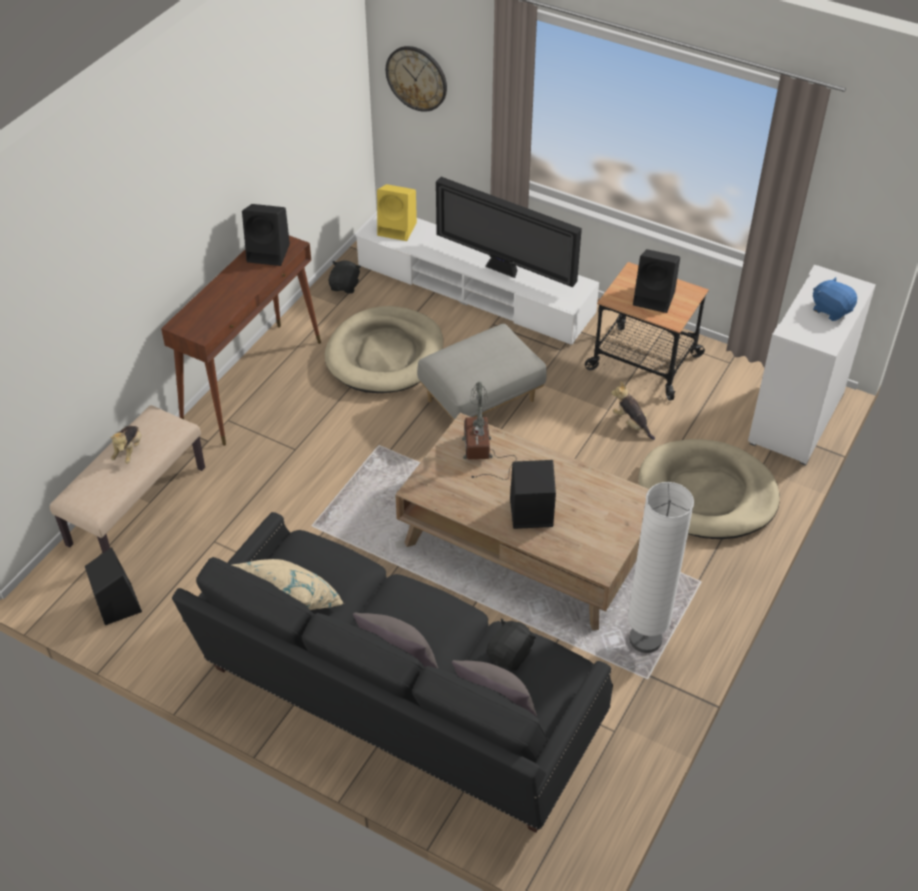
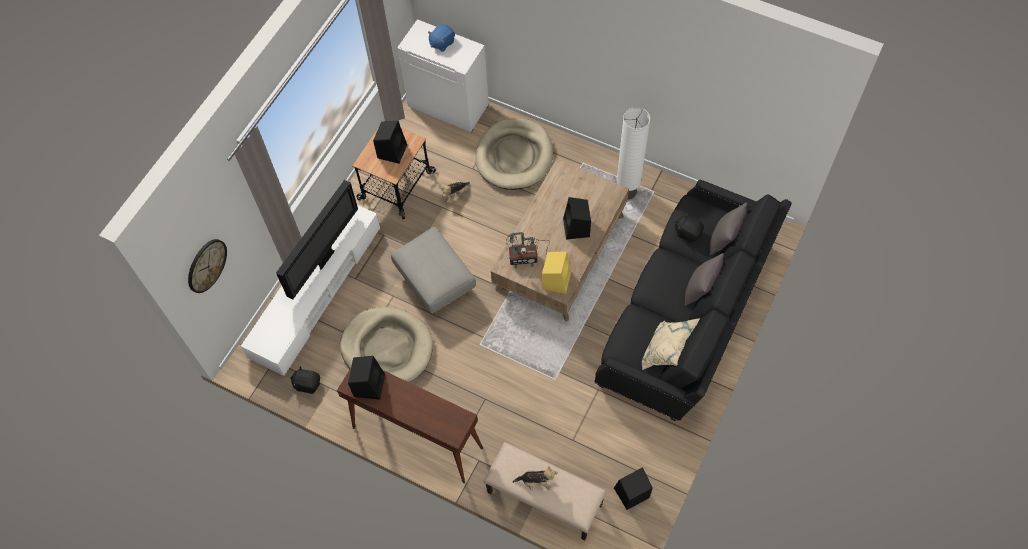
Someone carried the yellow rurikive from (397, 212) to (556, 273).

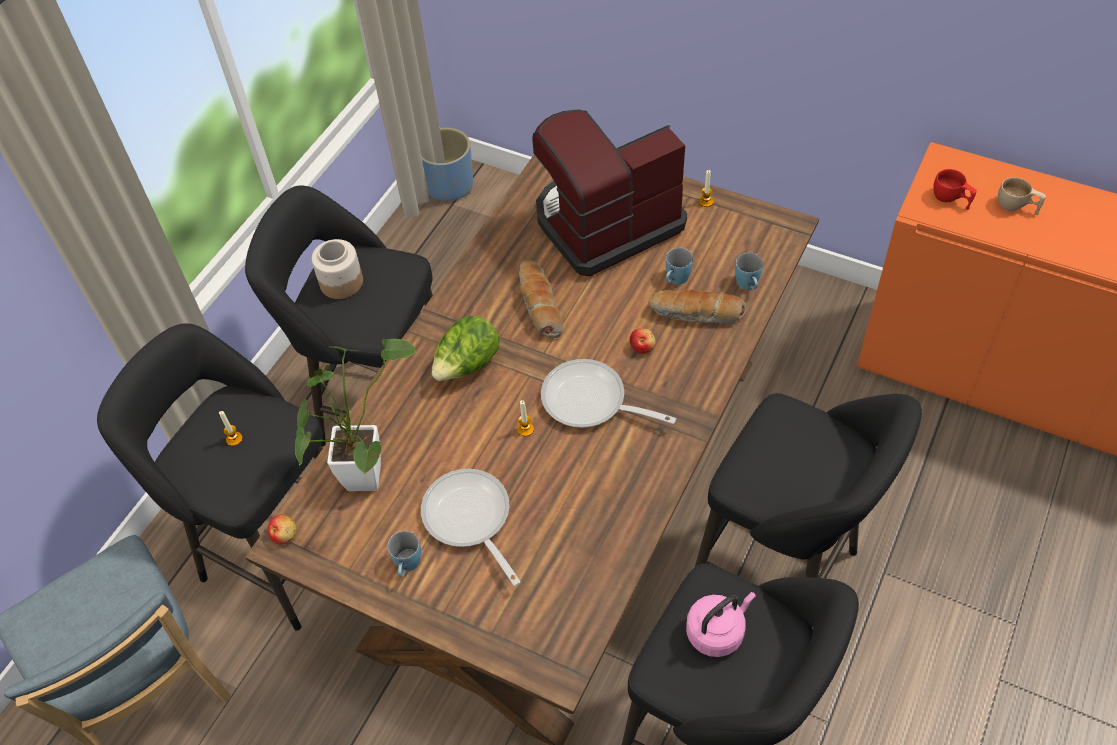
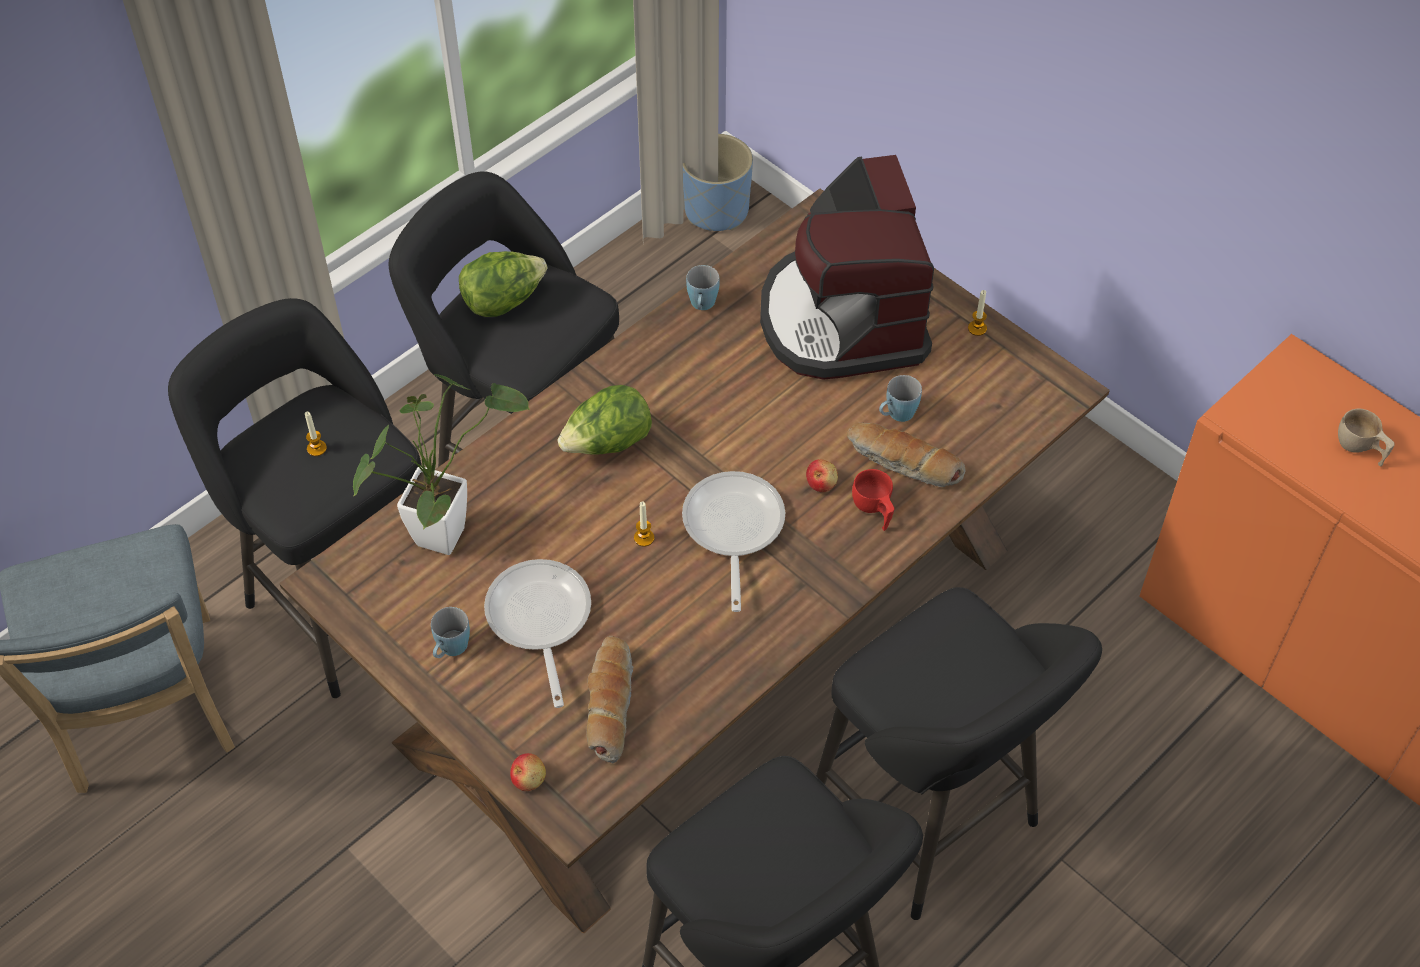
Someone swapped the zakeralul at (337, 269) for the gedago at (503, 284).
Someone carried the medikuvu from (282, 530) to (528, 772).
Someone carried the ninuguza from (541, 299) to (610, 699).
Someone rotated the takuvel at (608, 393) by 45 degrees clockwise.
Someone carried the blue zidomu from (749, 271) to (703, 287).
Someone rotated the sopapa at (609, 192) by 90 degrees counterclockwise.
Someone carried the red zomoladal from (955, 189) to (873, 500).
Someone took away the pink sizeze at (721, 624).

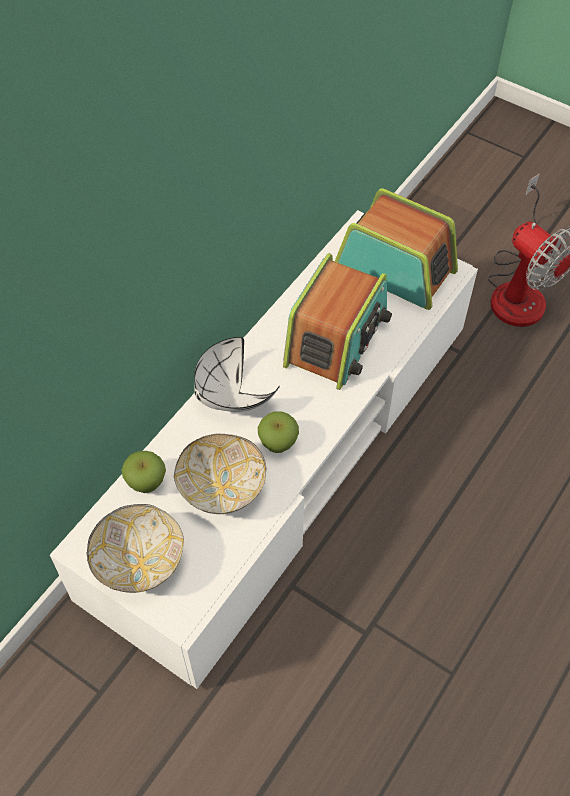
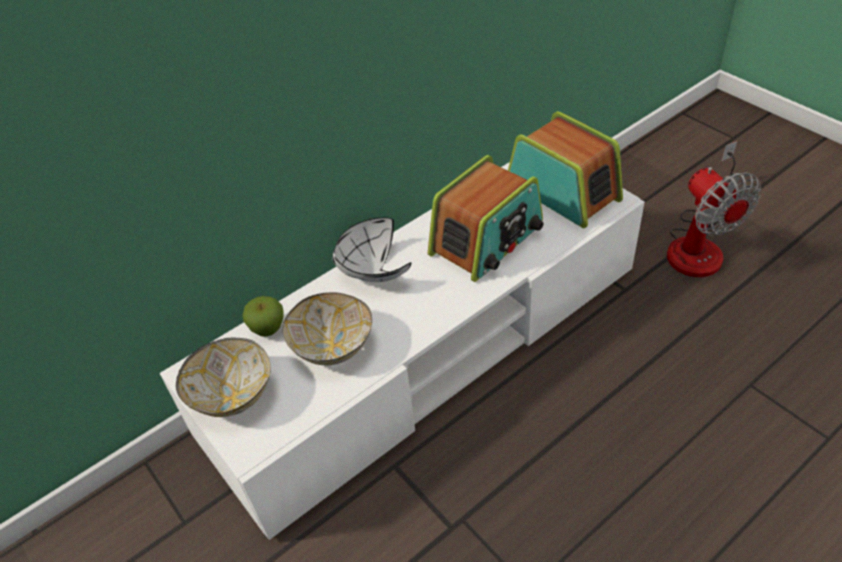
Someone took away the medikuvu at (278, 432).

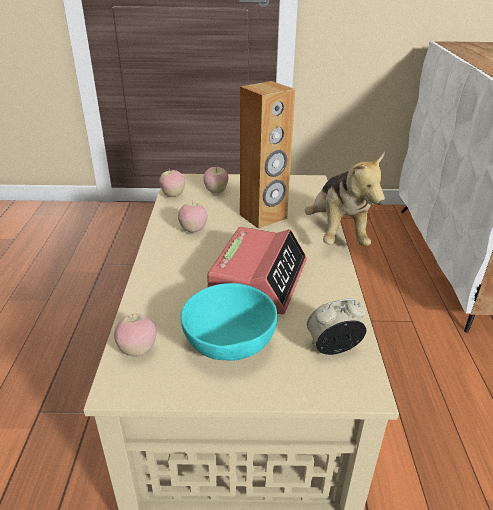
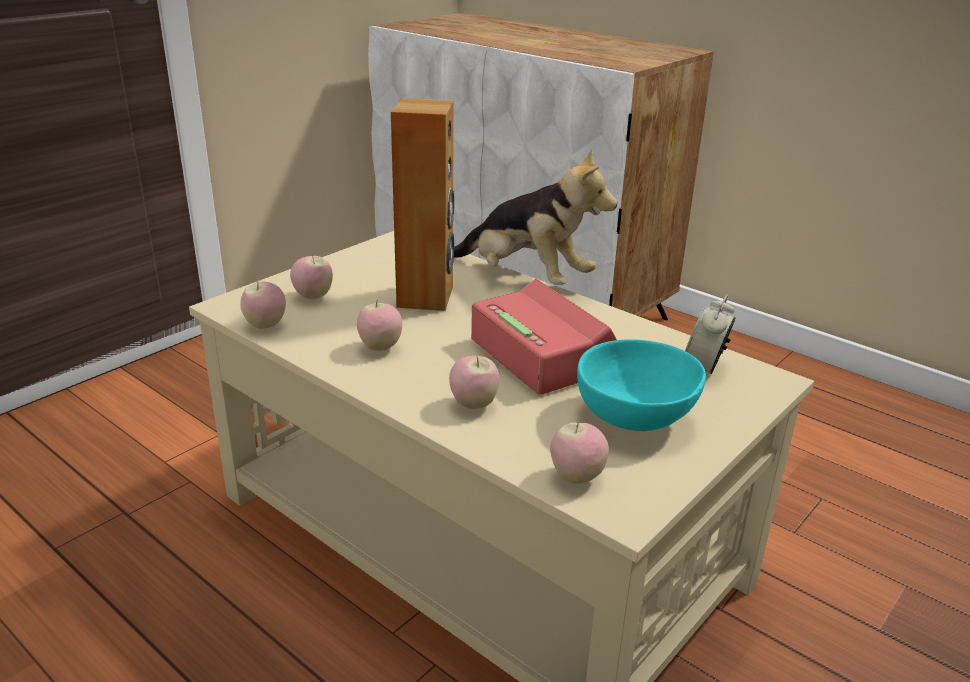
Someone put down the medikuvu at (474, 382).

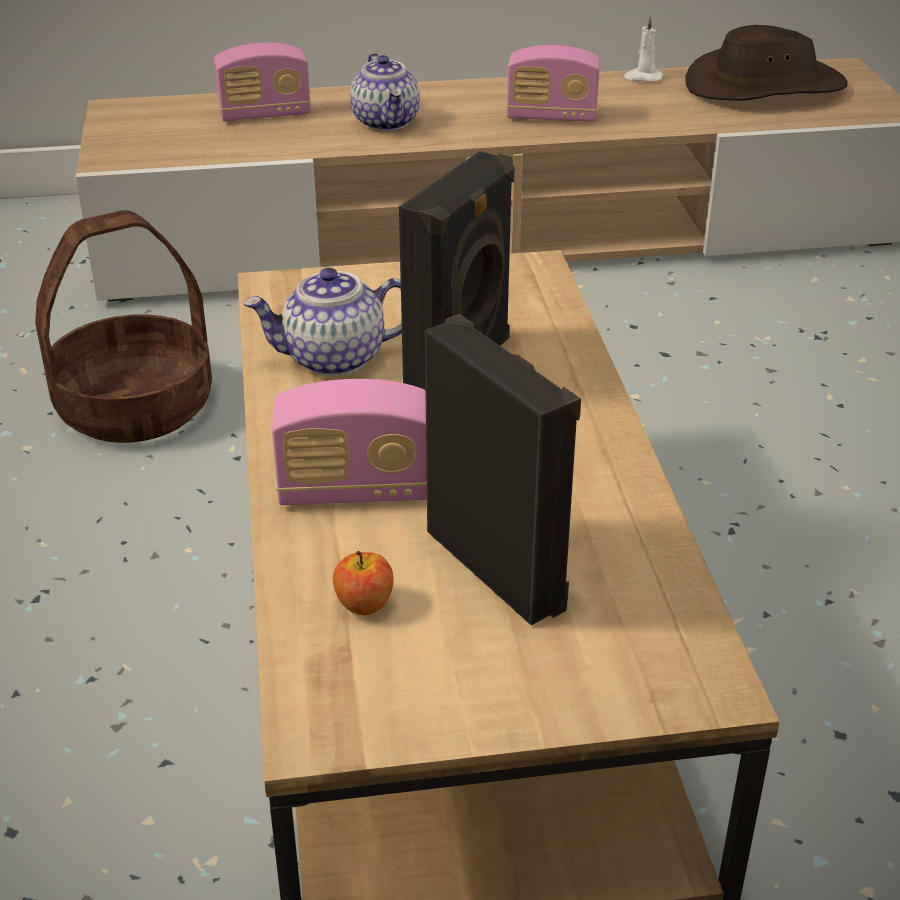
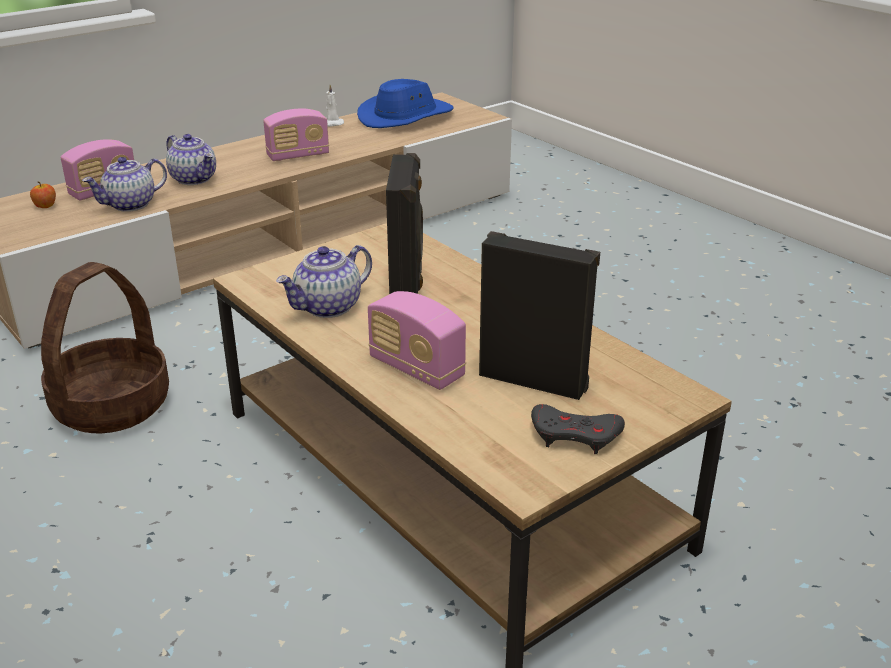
Someone carried the medikuvu from (363, 583) to (43, 194).
Someone put down the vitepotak at (124, 184).
Someone repainted the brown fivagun at (767, 63), which became the blue fivagun at (405, 103).
Someone rotated the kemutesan at (349, 442) by 75 degrees clockwise.
Someone put down the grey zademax at (578, 429).

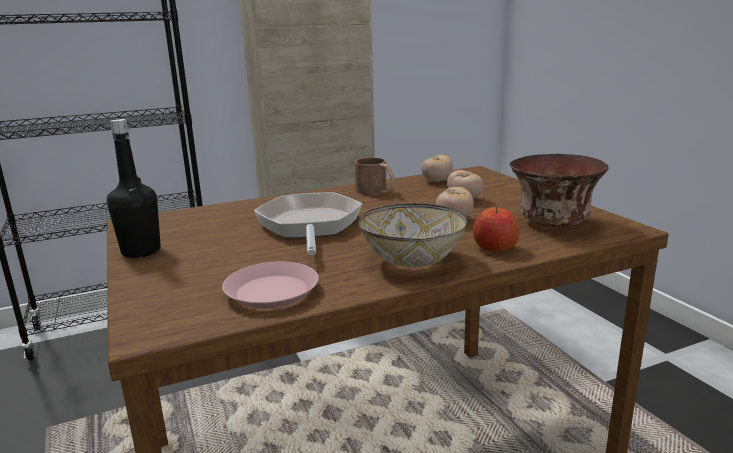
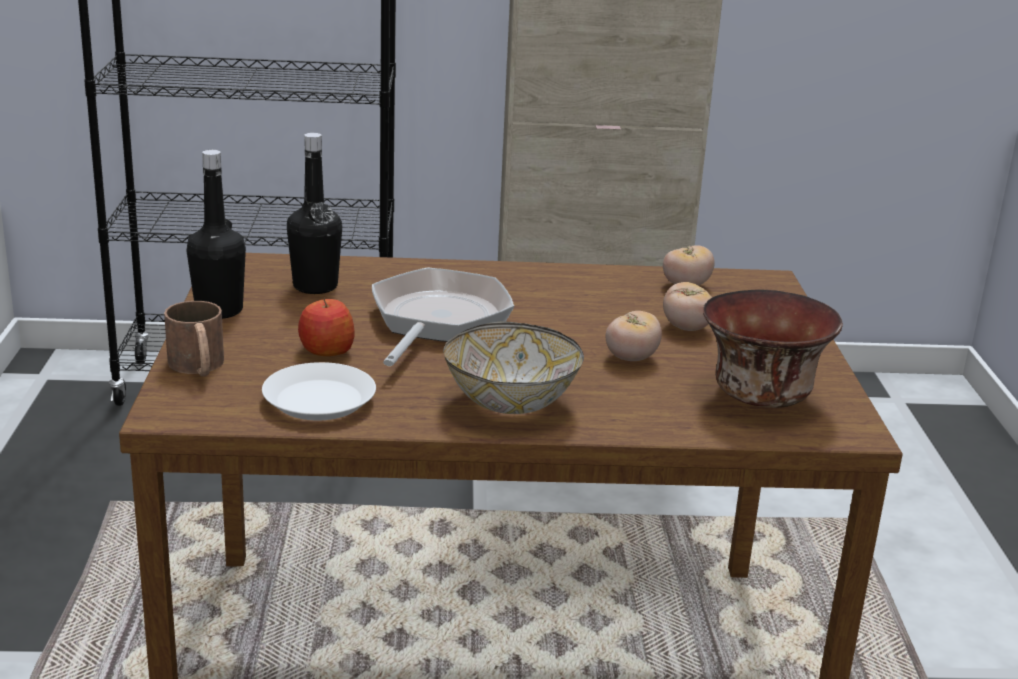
Someone carried the brown zidomu from (375, 176) to (194, 339).
Someone repainted the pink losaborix at (270, 285), which became the white losaborix at (319, 391).
Someone put down the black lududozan at (314, 213).
Someone carried the medikuvu from (496, 229) to (326, 327).

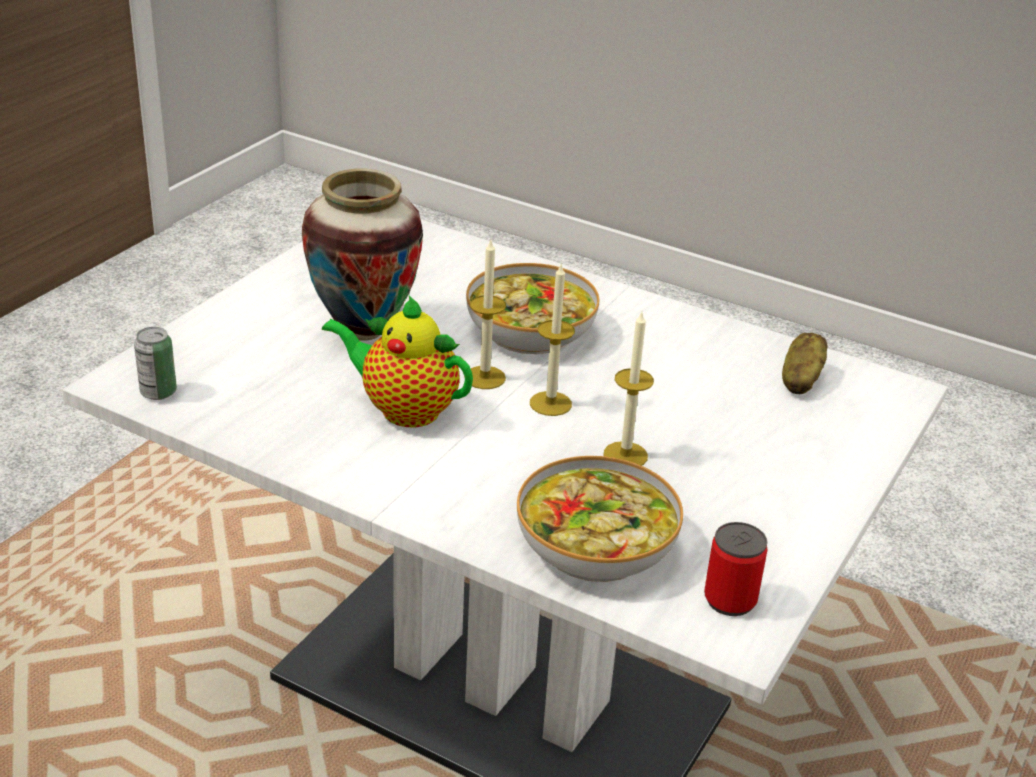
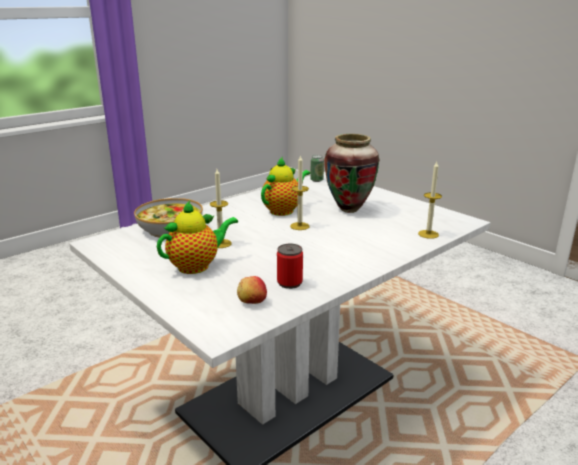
Someone put down the vitepotak at (197, 237).
Someone swapped the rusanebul at (805, 363) for the medikuvu at (252, 290).
Someone carried the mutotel from (735, 569) to (290, 266).
Someone carried the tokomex from (552, 340) to (430, 200).
Someone took away the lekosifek at (532, 308).

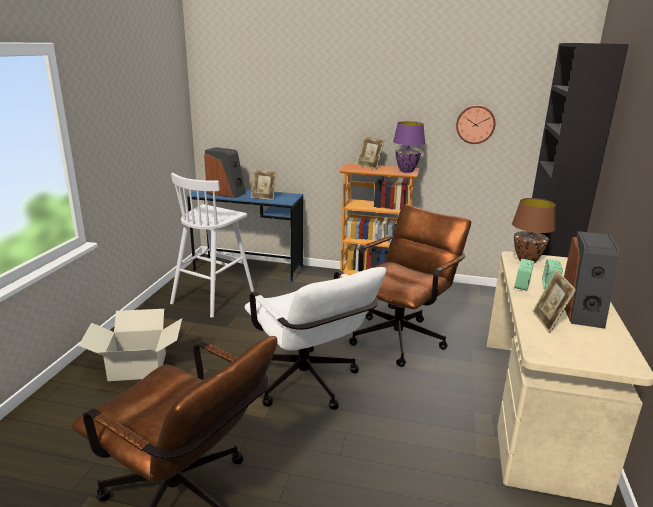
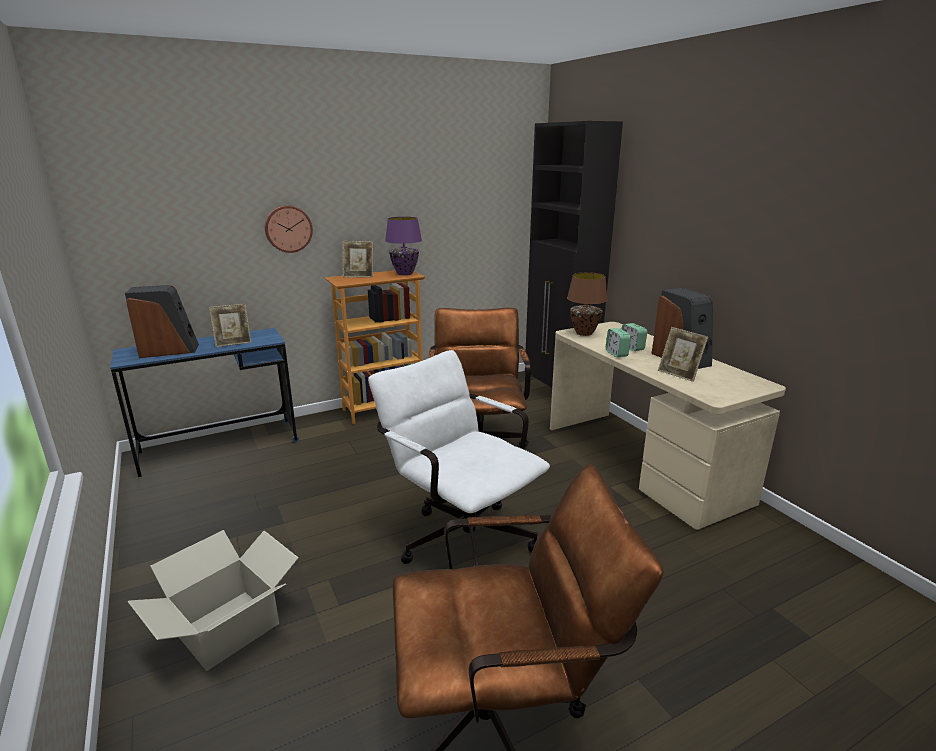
Someone carried the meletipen from (475, 124) to (289, 229).
Someone rotated the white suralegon at (315, 338) by 150 degrees counterclockwise.
Someone took away the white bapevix at (212, 245).

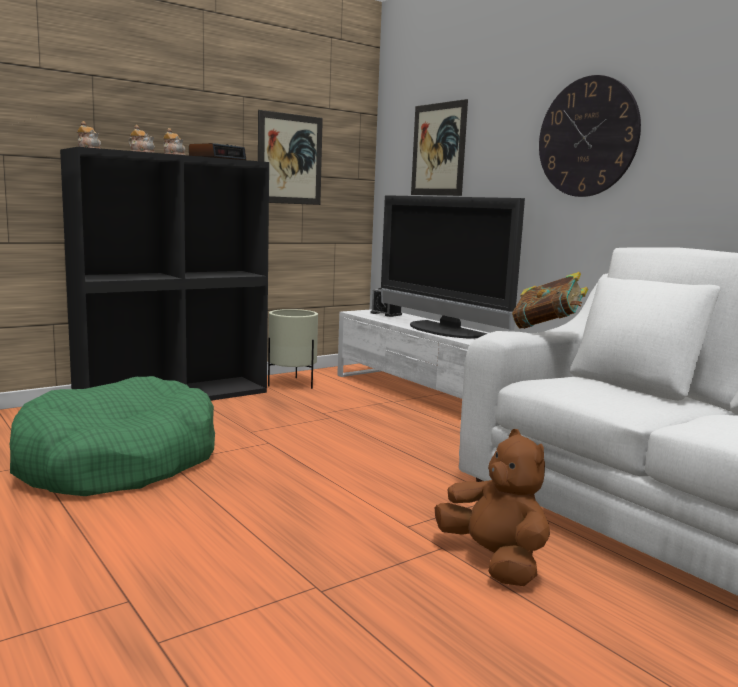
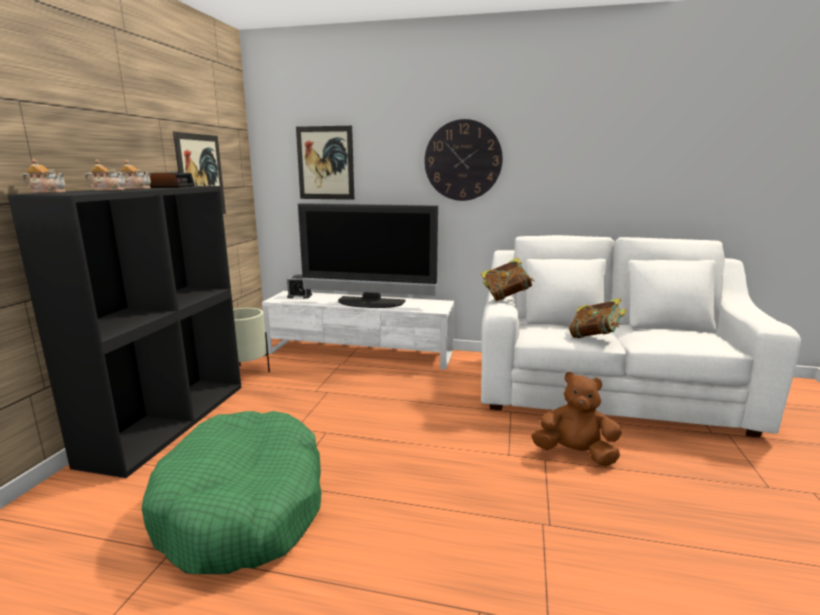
Someone put down the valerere at (597, 318).

